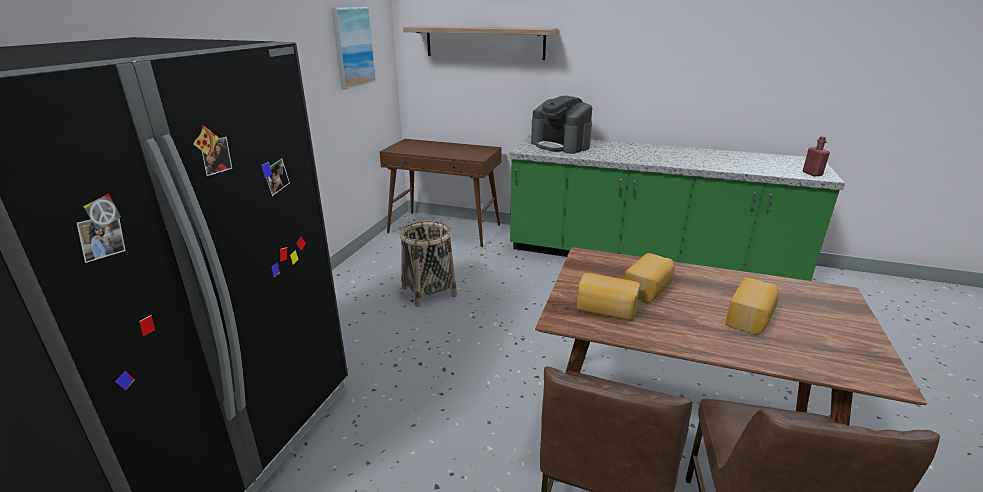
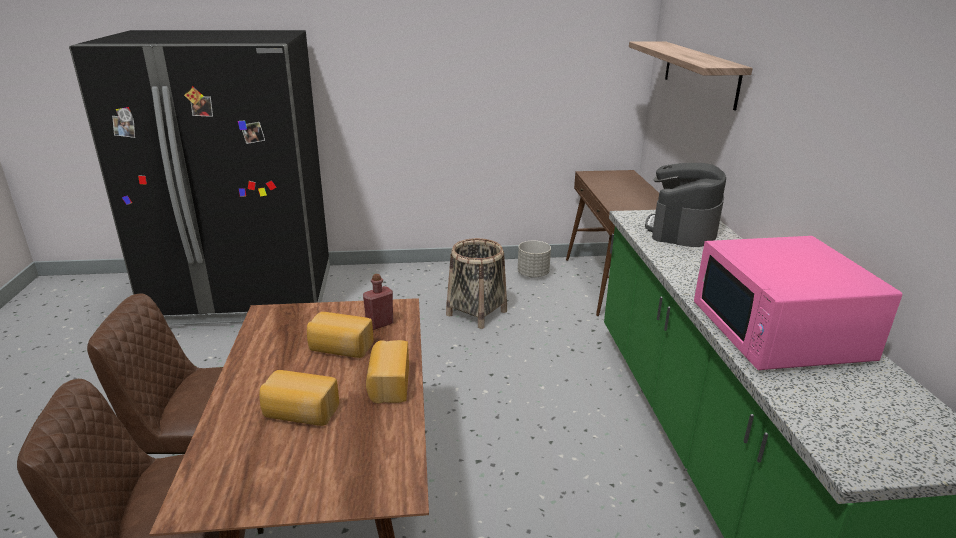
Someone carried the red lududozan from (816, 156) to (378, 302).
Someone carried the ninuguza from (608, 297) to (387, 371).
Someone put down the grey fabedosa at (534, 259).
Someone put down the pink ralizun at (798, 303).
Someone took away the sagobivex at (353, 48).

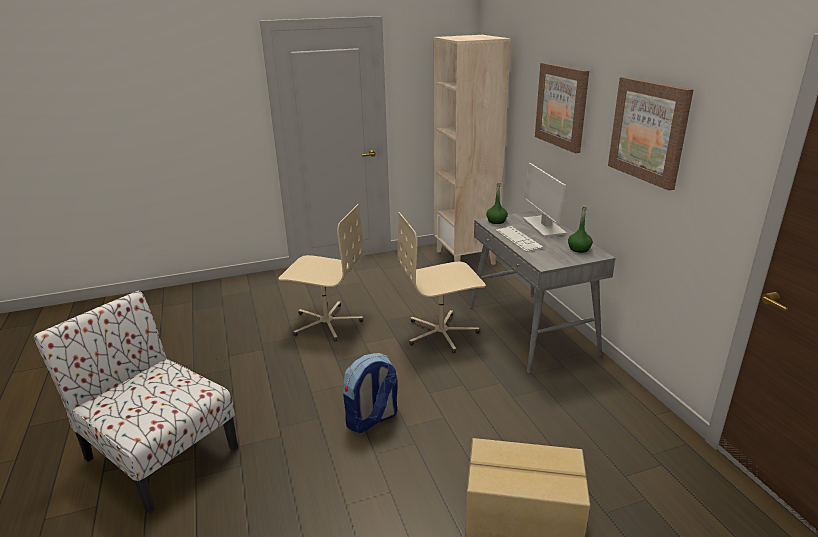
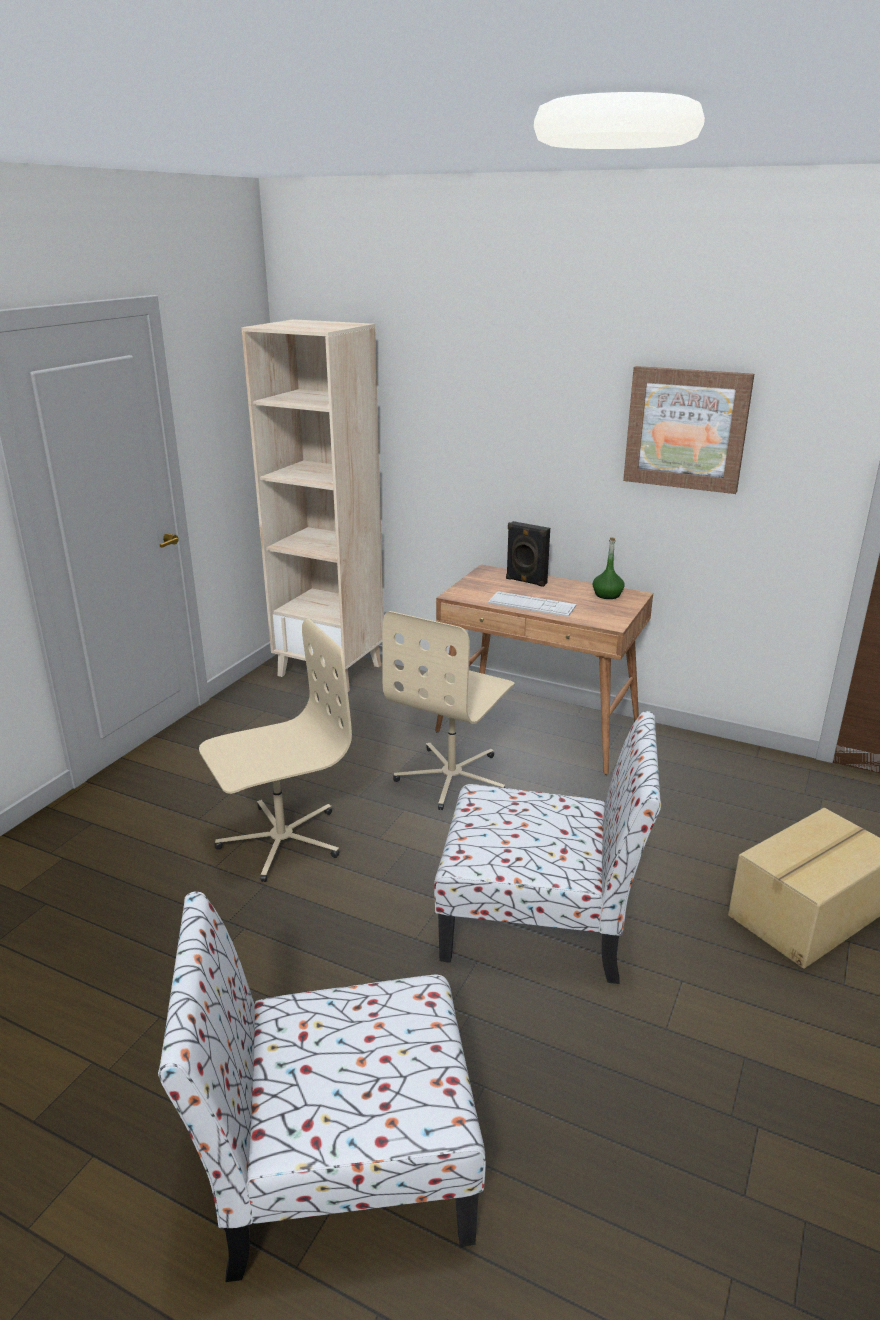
Someone swapped the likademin at (370, 393) for the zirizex at (547, 847).
Someone repainted the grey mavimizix at (542, 291), which became the brown mavimizix at (544, 669).
Someone swapped the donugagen at (545, 200) for the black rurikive at (528, 554).
Someone took away the green lududozan at (497, 203).
Someone took away the sagobivex at (562, 108).

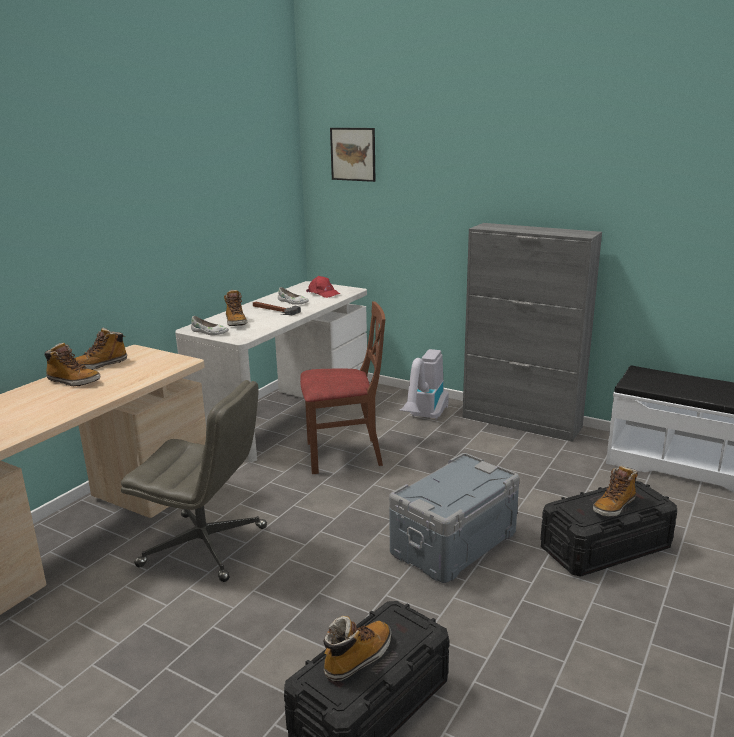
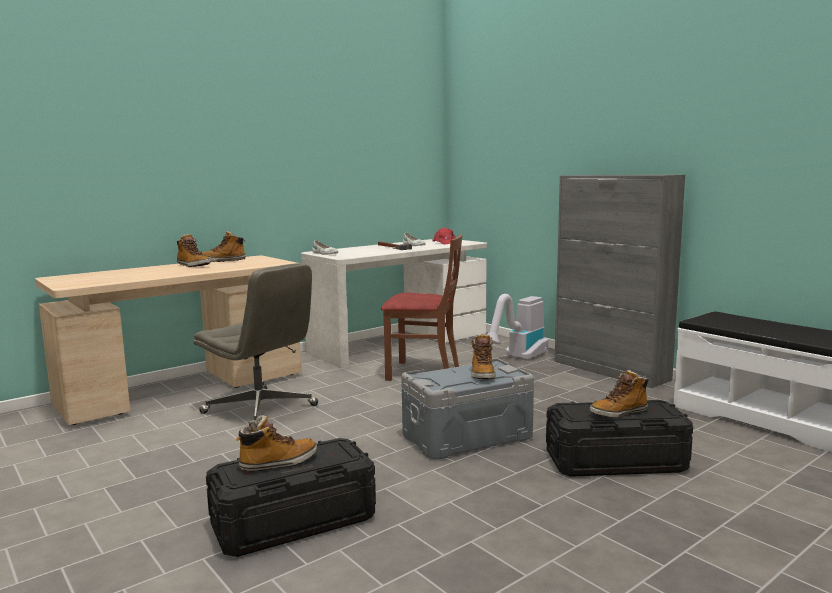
Someone carried the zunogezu from (235, 308) to (483, 356).
Someone took away the sagobivex at (352, 155).

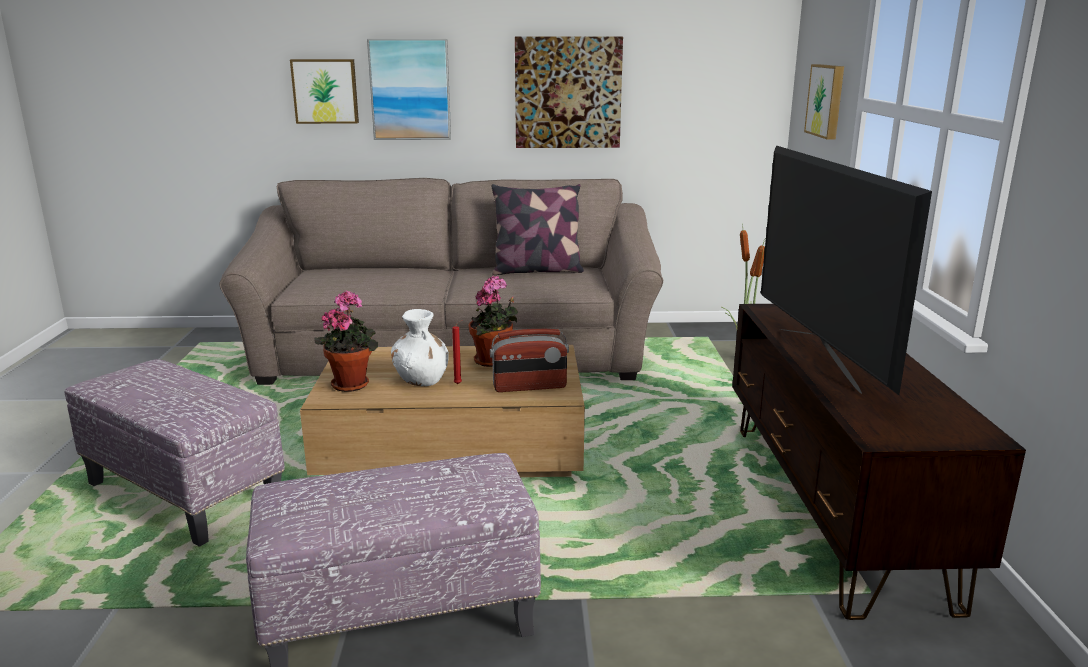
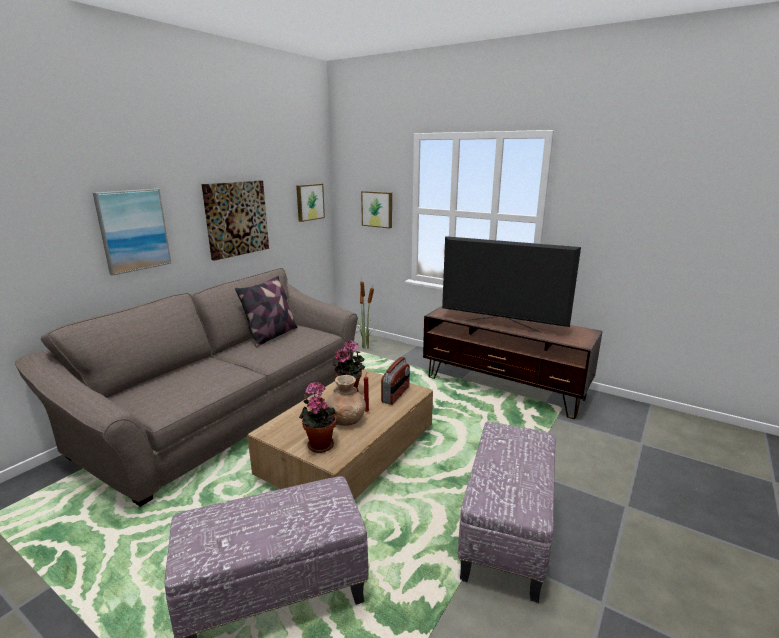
Someone carried the sagobivex from (324, 91) to (310, 203).
Someone repainted the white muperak at (420, 347), which became the brown muperak at (346, 400).

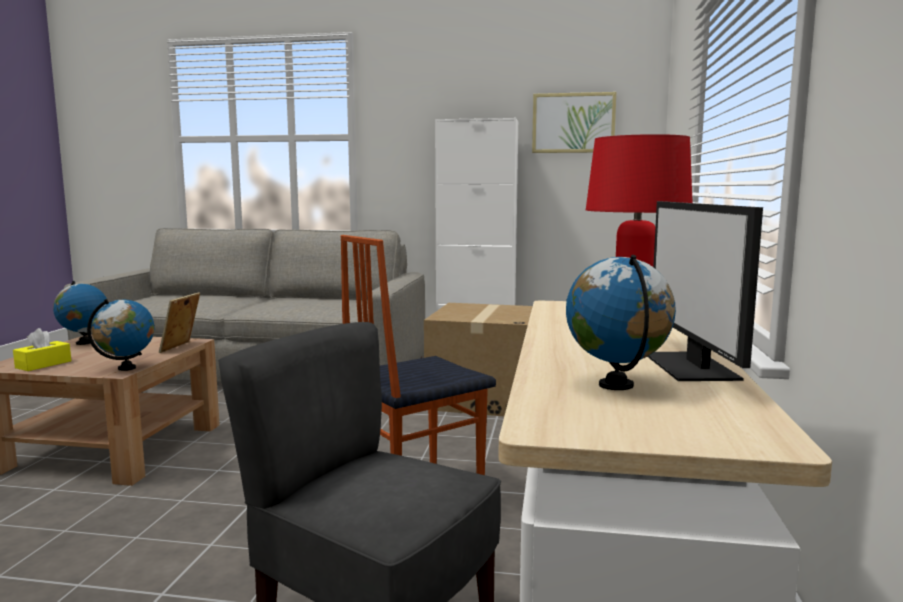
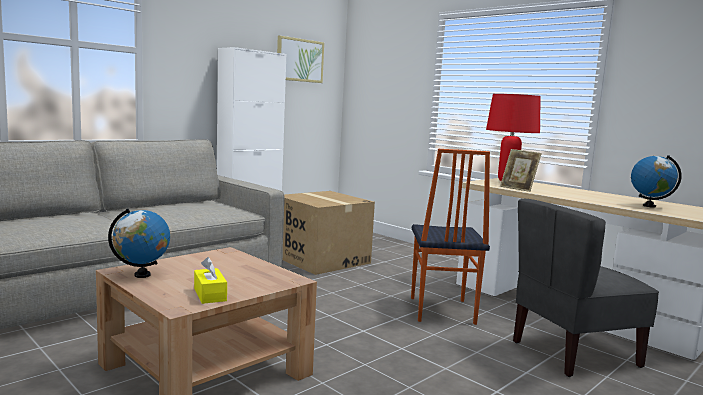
Someone carried the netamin from (179, 322) to (521, 170).
Someone took away the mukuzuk at (120, 335).
Someone took away the donugagen at (705, 291).

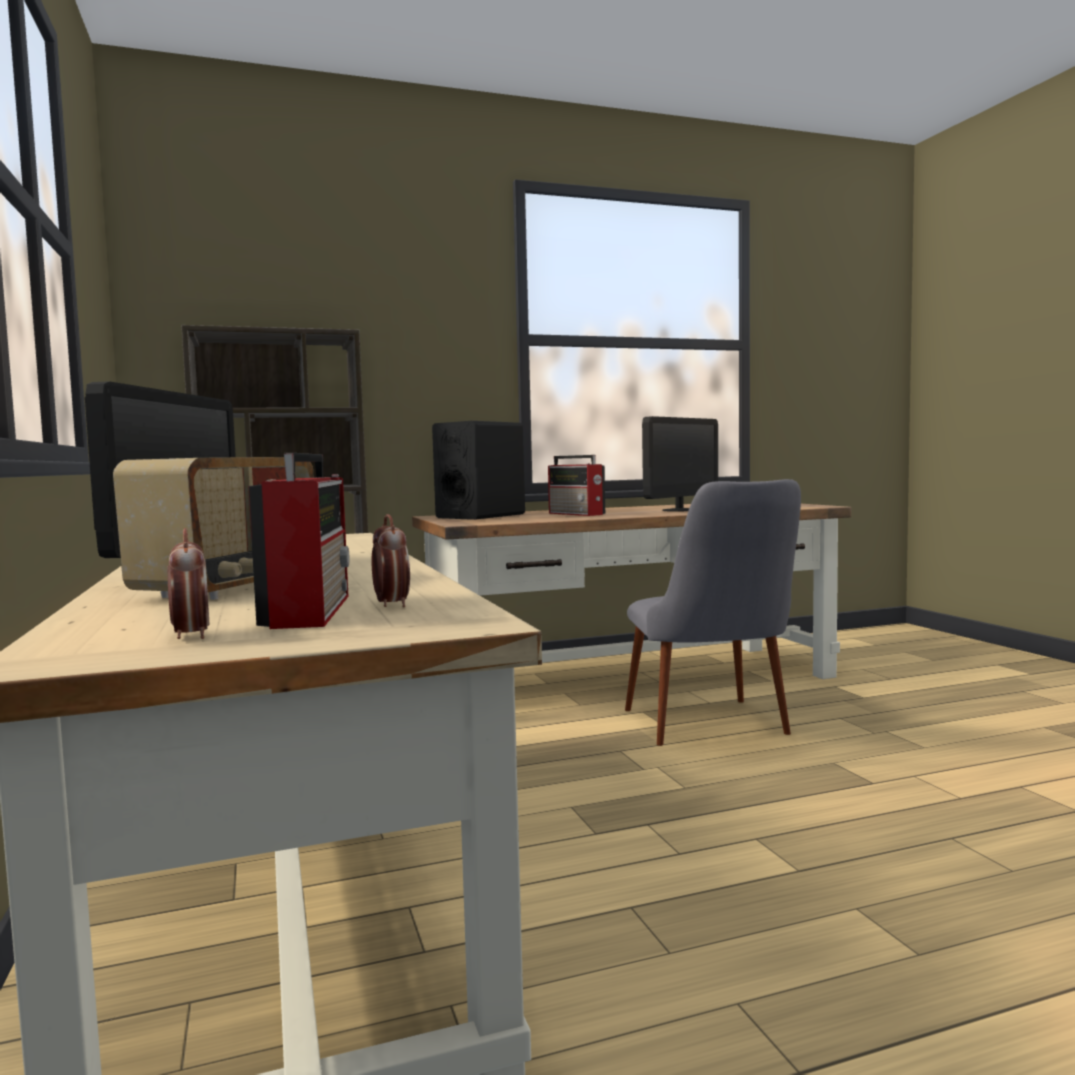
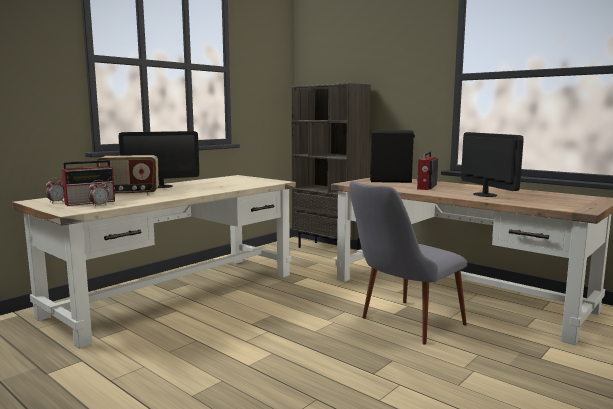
Someone rotated the donugagen at (680, 464) by 120 degrees counterclockwise.

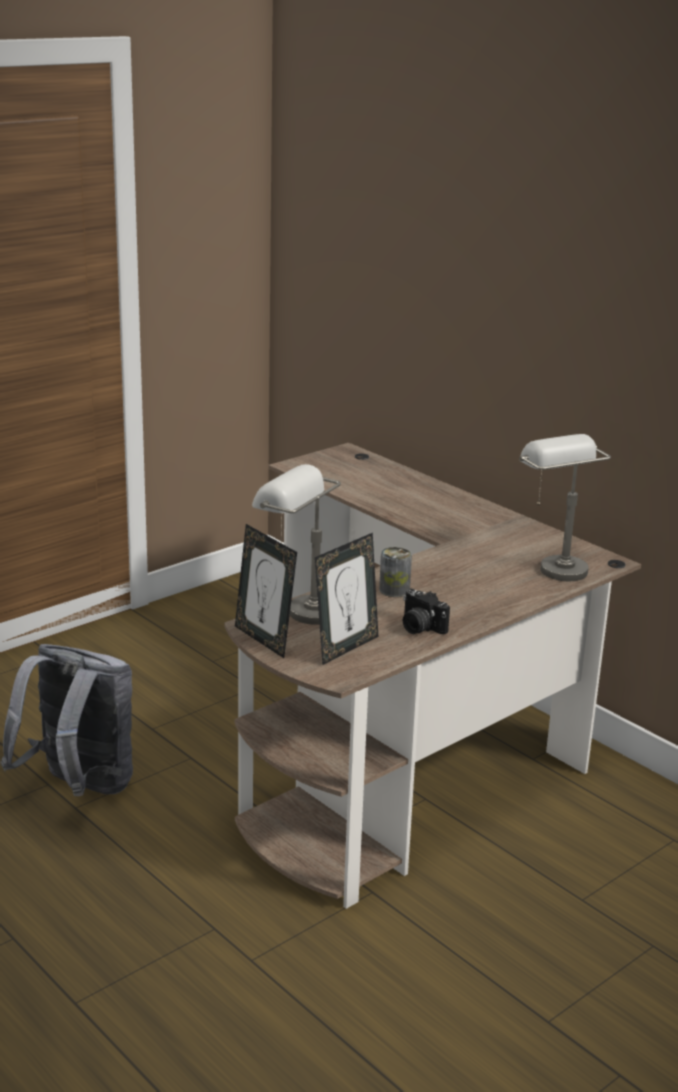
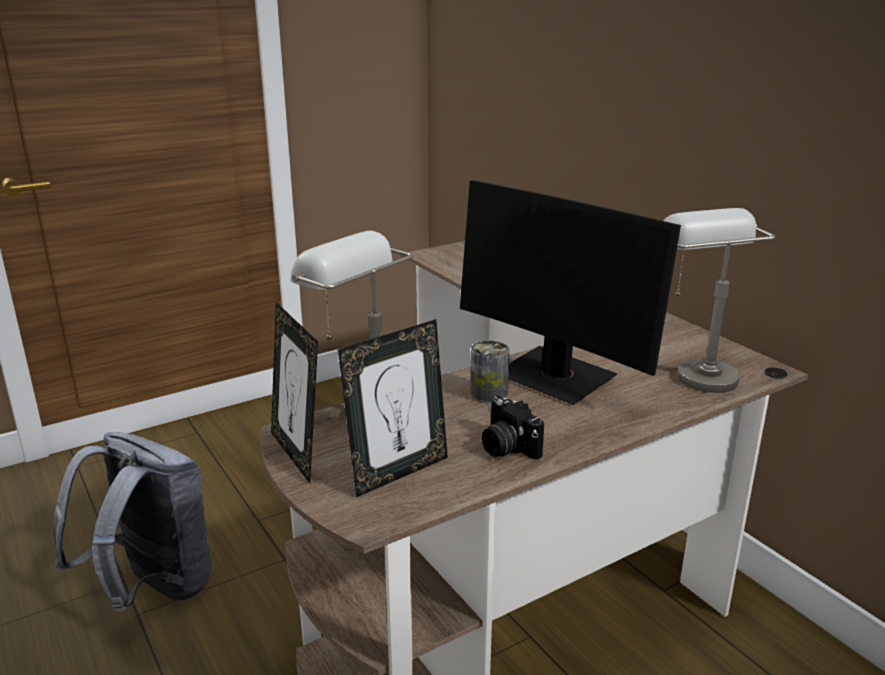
Someone put down the donugagen at (570, 292).

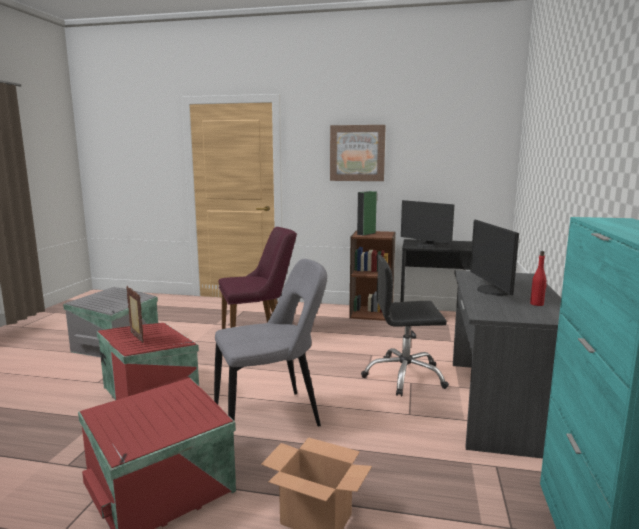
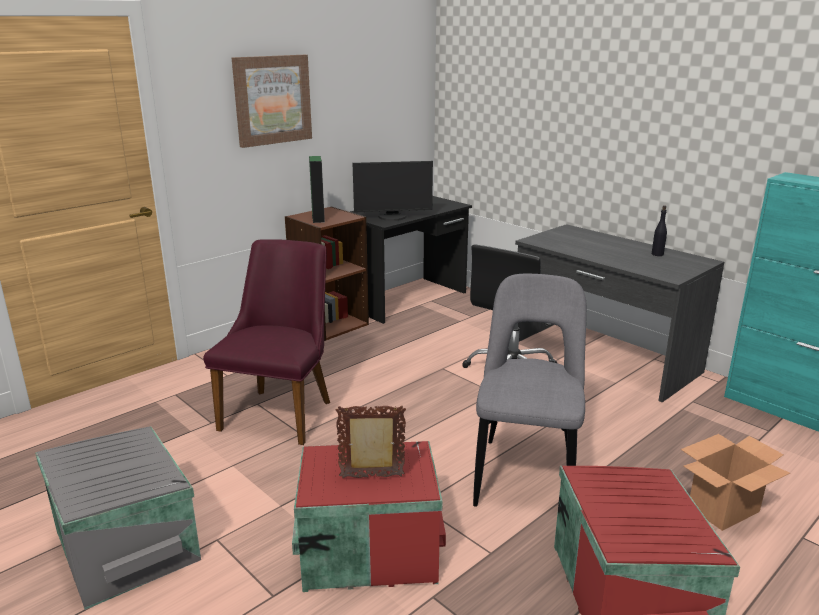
Someone repainted the red lududozan at (538, 278), which became the black lududozan at (659, 230).
Someone took away the donugagen at (494, 257).

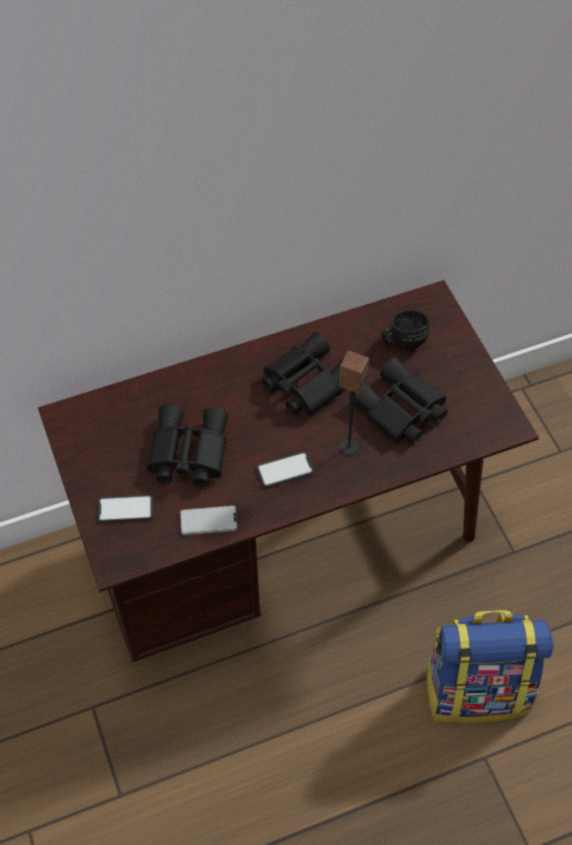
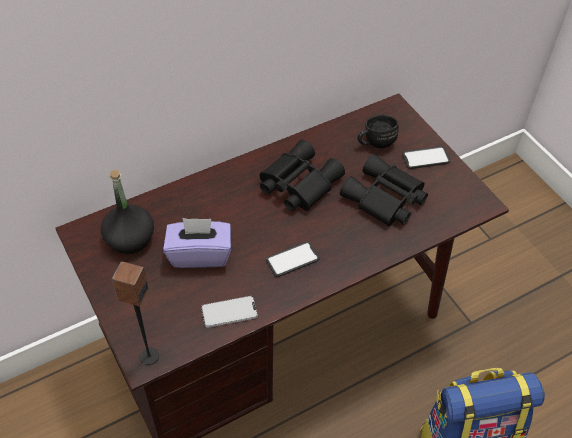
Someone put down the black lududozan at (127, 212).
Someone carried the rurikive from (354, 402) to (135, 313).
Someone swapped the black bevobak at (187, 445) for the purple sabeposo at (197, 243).
Someone carried the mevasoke from (125, 508) to (426, 157).

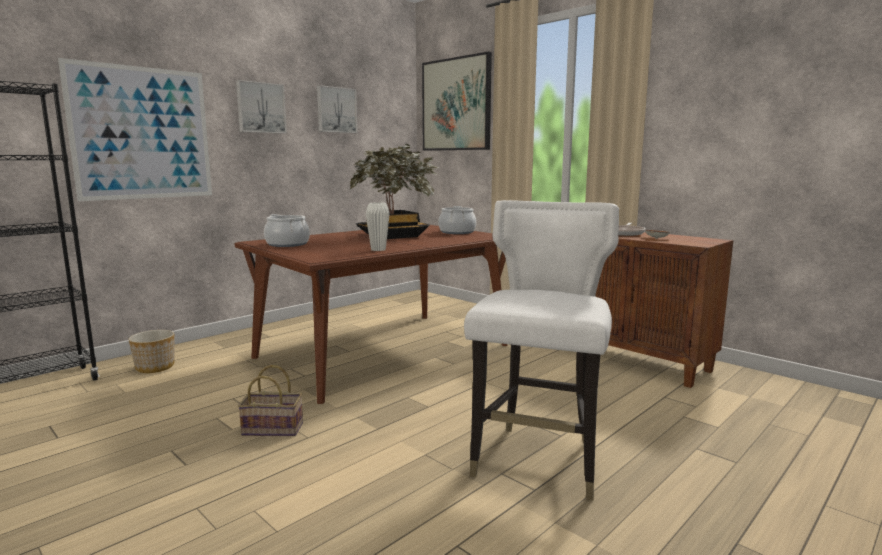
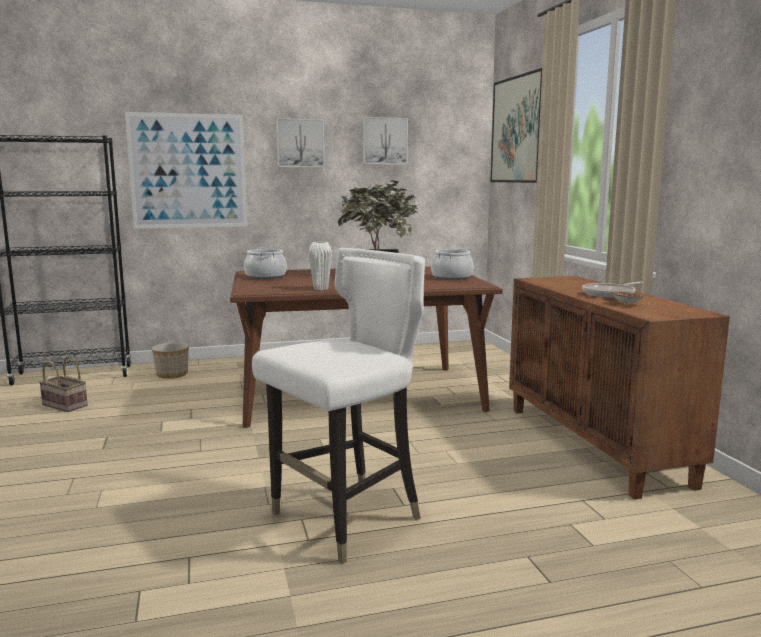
Someone carried the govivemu from (270, 400) to (63, 384).

